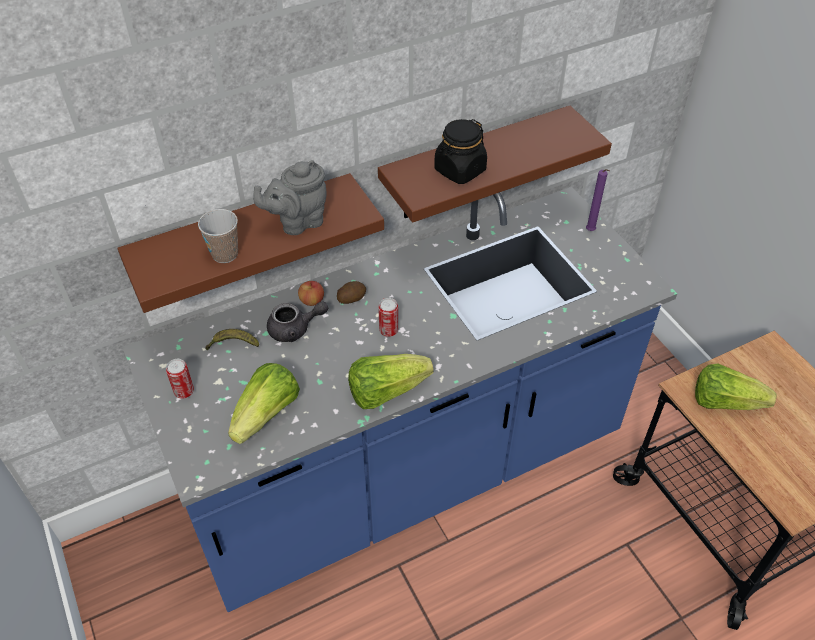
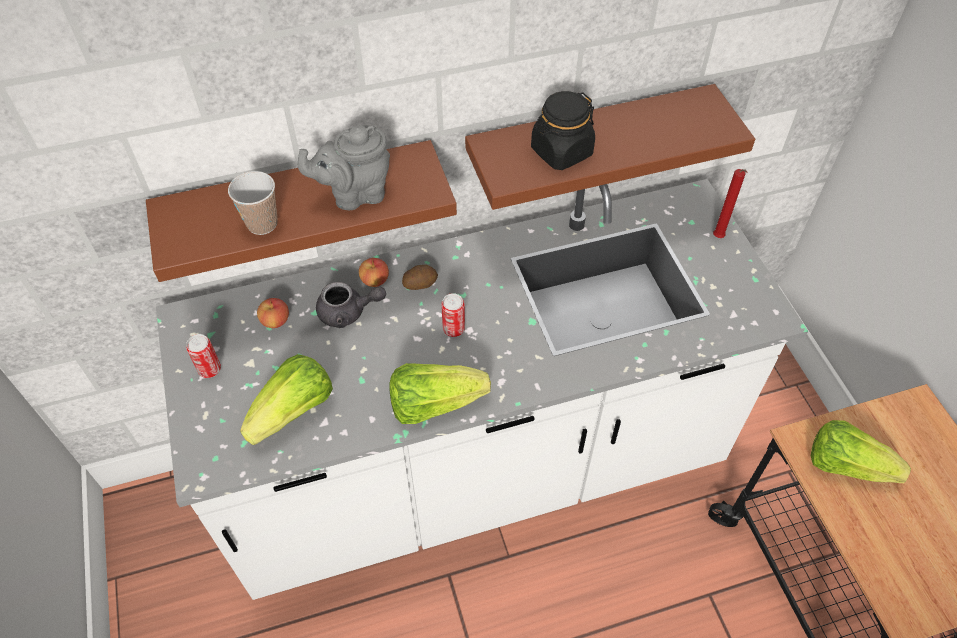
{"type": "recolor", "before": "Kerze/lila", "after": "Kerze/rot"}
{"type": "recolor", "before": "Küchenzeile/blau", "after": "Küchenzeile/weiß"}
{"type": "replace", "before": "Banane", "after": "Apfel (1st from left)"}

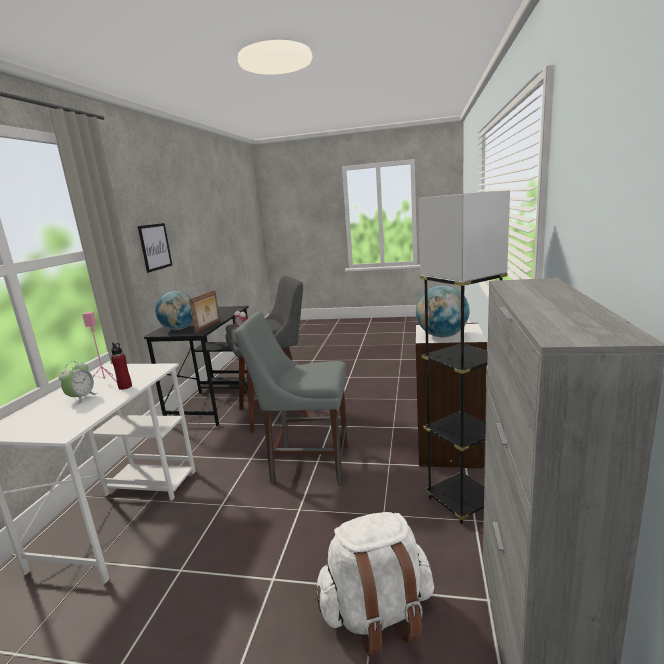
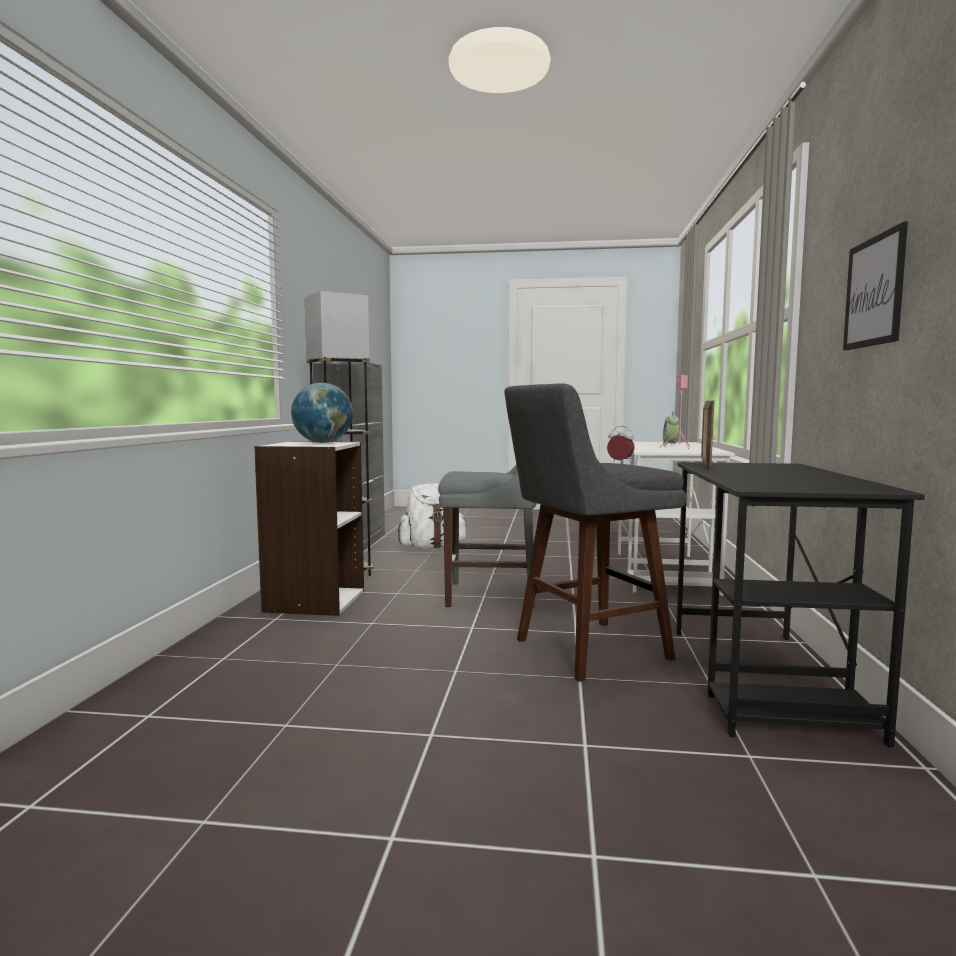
{"type": "delete", "before": "Globus (1st from left)"}
{"type": "delete", "before": "Flasche/rot"}

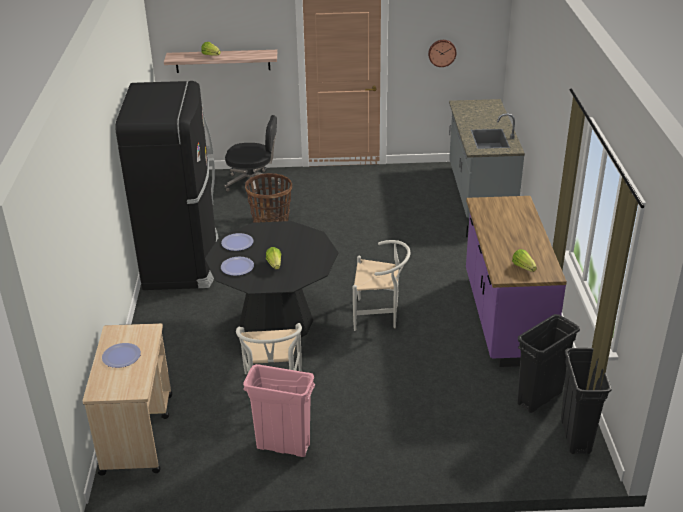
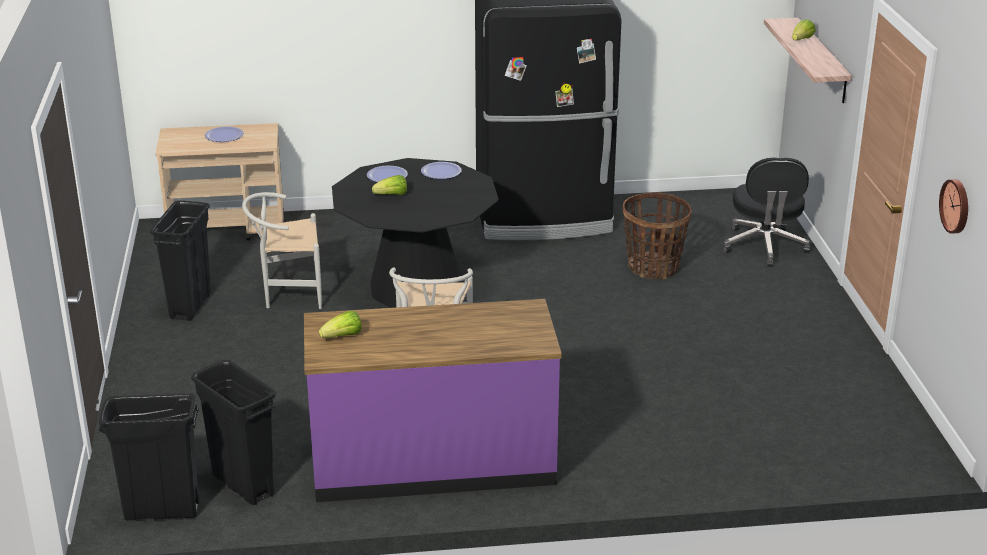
{"type": "delete", "before": "Küchenzeile/grau"}
{"type": "recolor", "before": "Mülleimer/rosa", "after": "Mülleimer/schwarz (2nd from left)"}

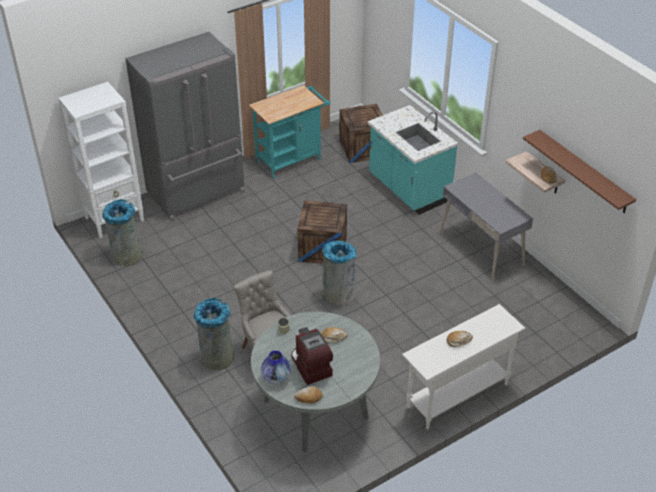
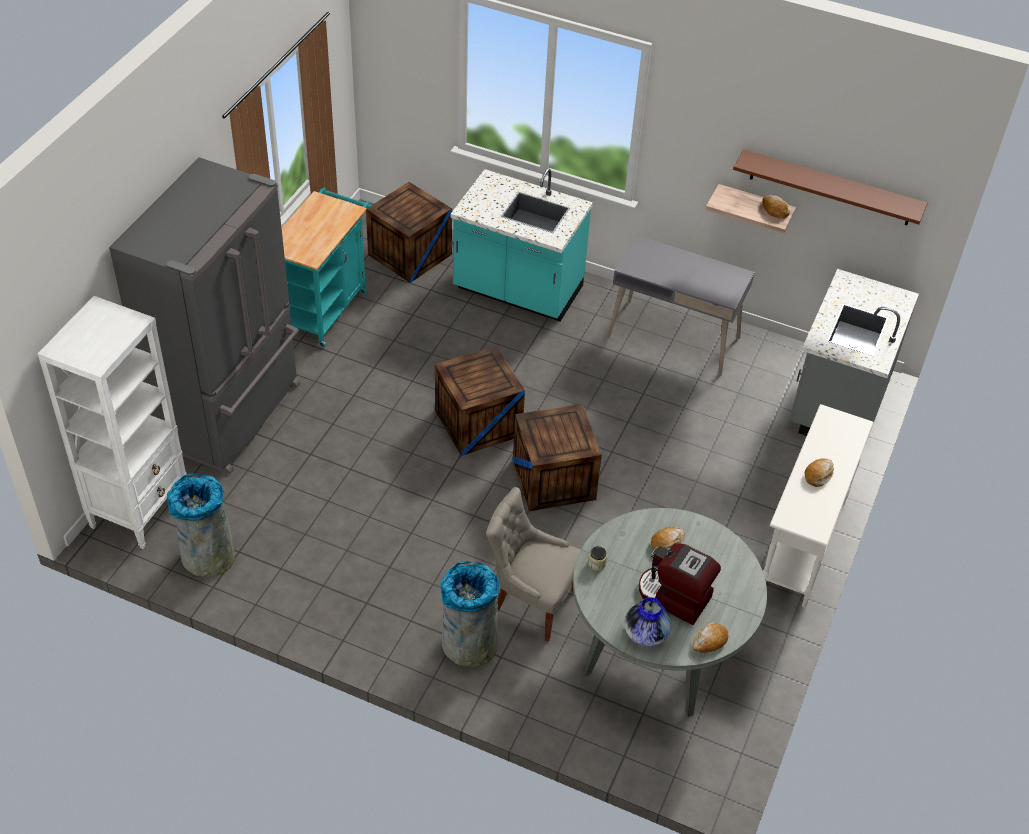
{"type": "replace", "before": "Mülleimer/grau (3rd from left)", "after": "Kiste (3rd from left)"}
{"type": "insert", "after": "Küchenzeile/grau"}

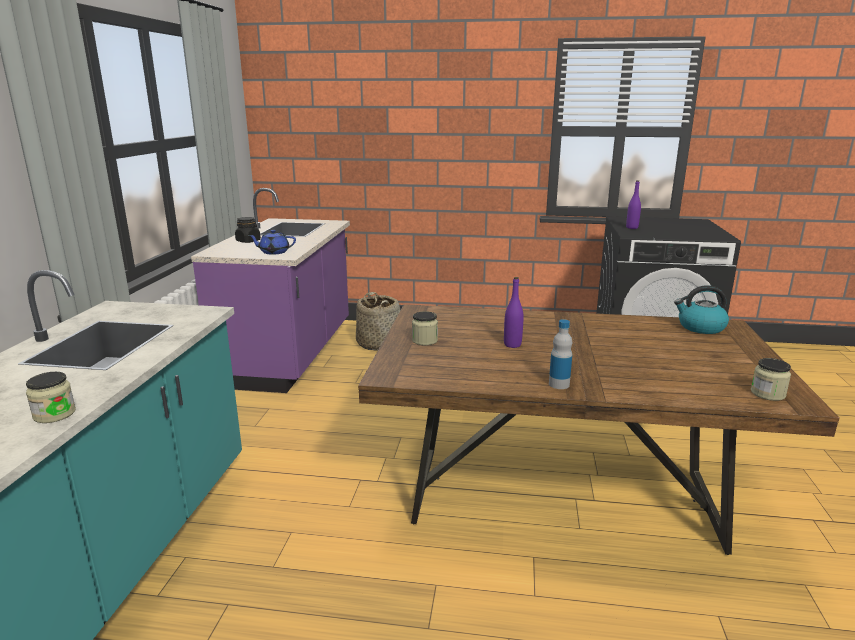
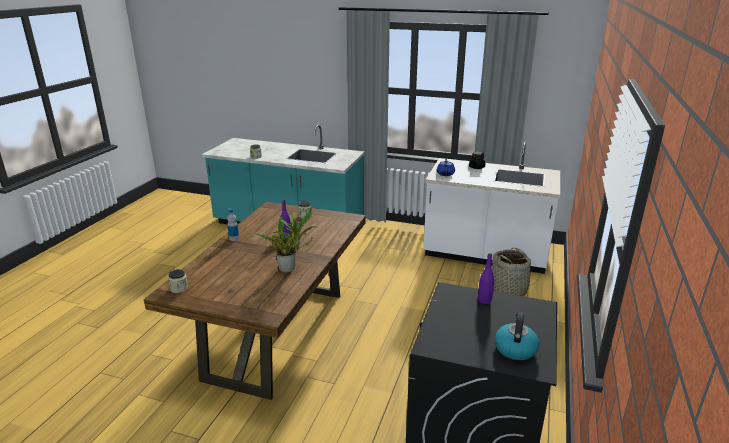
{"type": "recolor", "before": "Küchenzeile/lila", "after": "Küchenzeile/weiß"}
{"type": "move", "before": "Wasserkessel"}
{"type": "insert", "after": "Topfpflanze"}

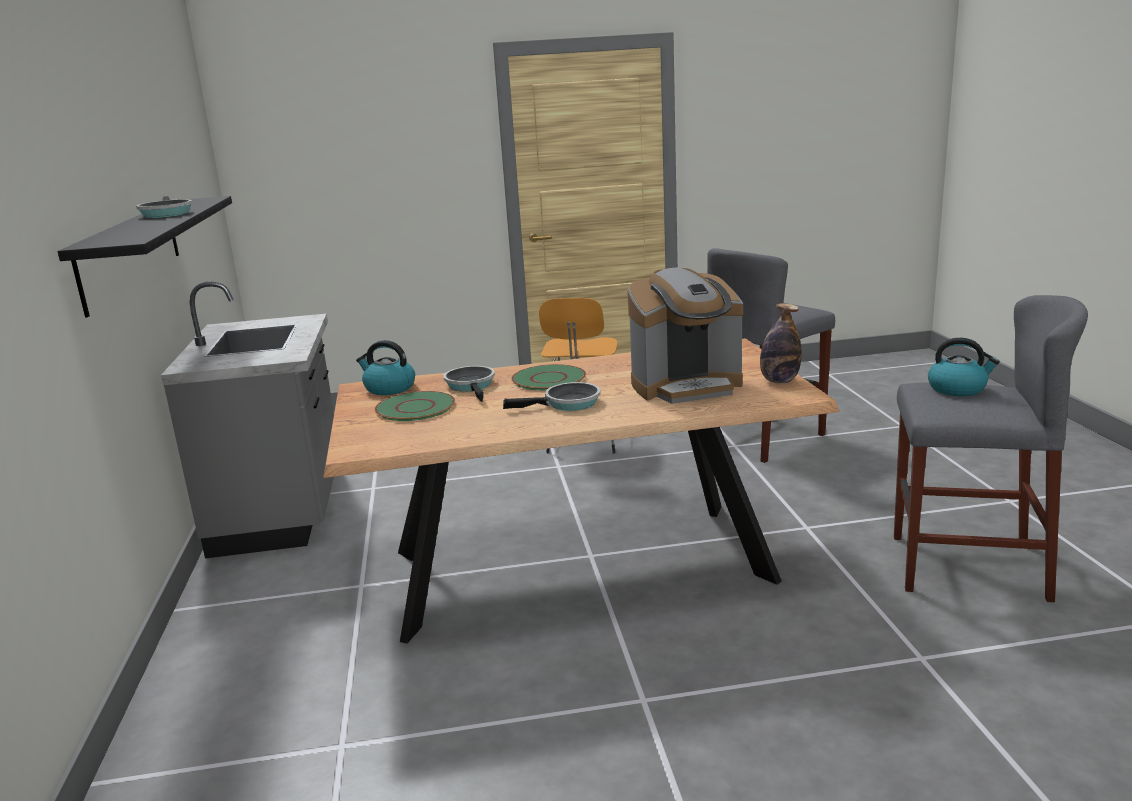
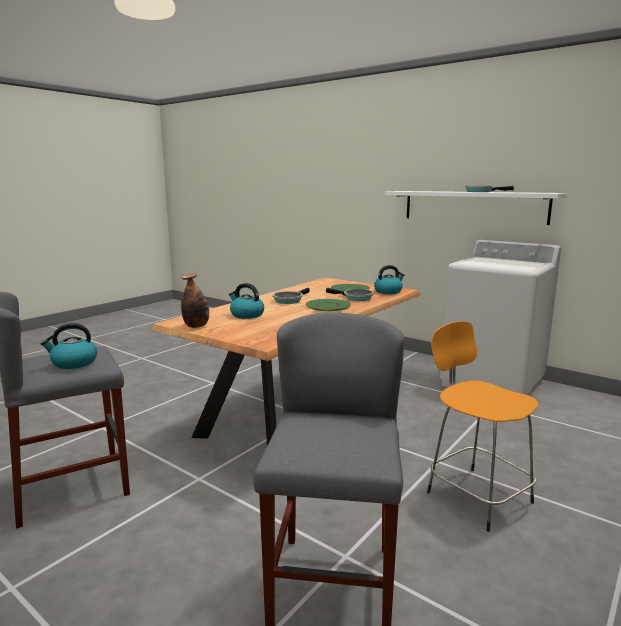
{"type": "recolor", "before": "Wandregal/schwarz", "after": "Wandregal/weiß"}
{"type": "replace", "before": "Kaffeemaschine", "after": "Wasserkessel (2nd from left)"}
{"type": "replace", "before": "Küchenzeile/grau", "after": "Waschmaschine/weiß"}

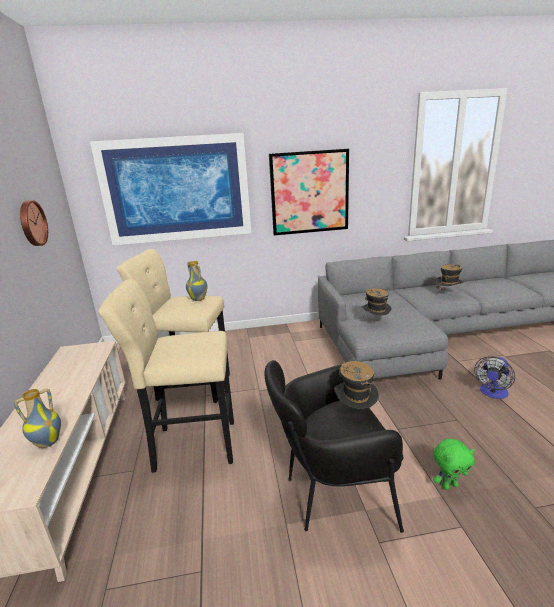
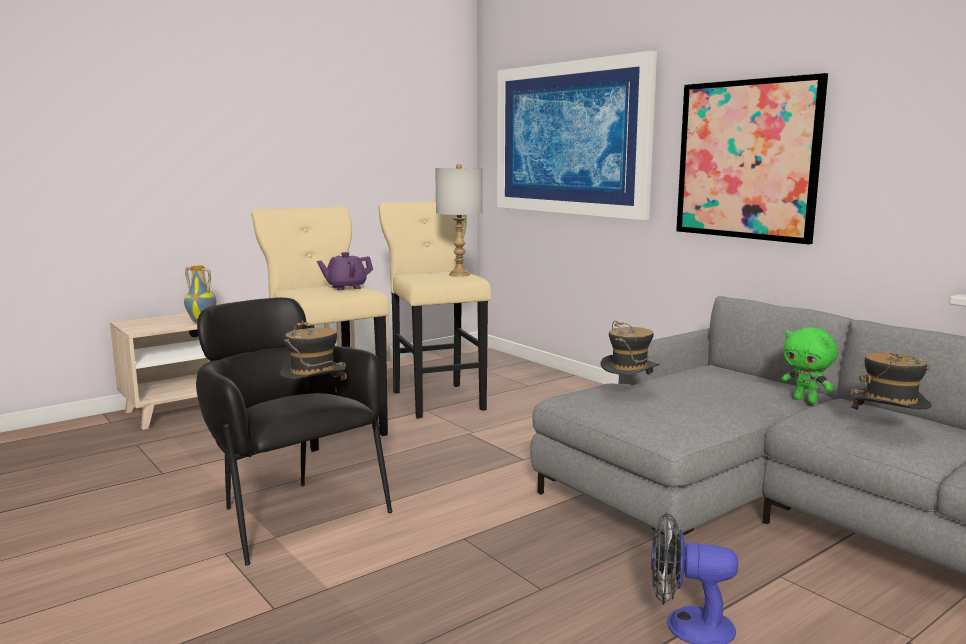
{"type": "delete", "before": "Wanduhr"}
{"type": "replace", "before": "Vase (2nd from left)", "after": "Tischlampe/grau"}
{"type": "move", "before": "Plüschtier/grün"}
{"type": "insert", "after": "Teekanne/lila"}

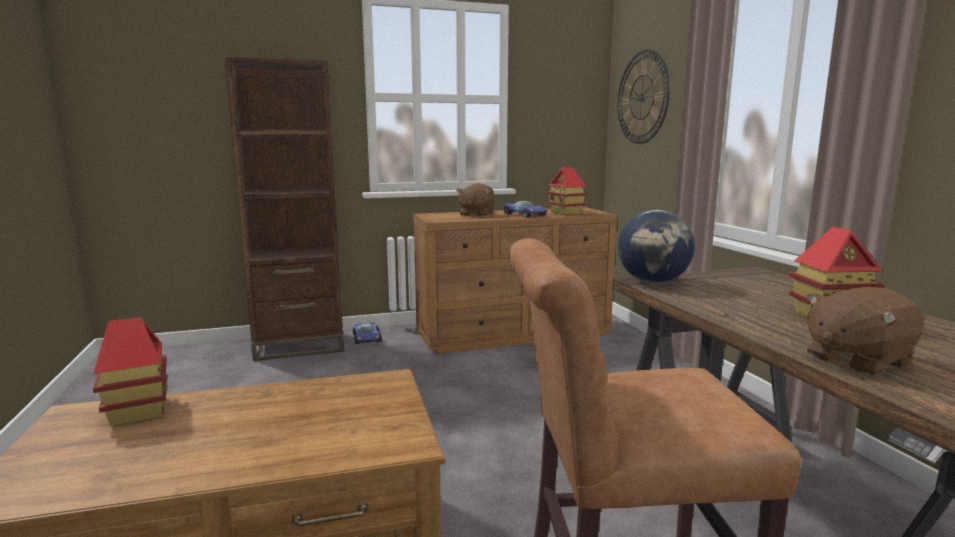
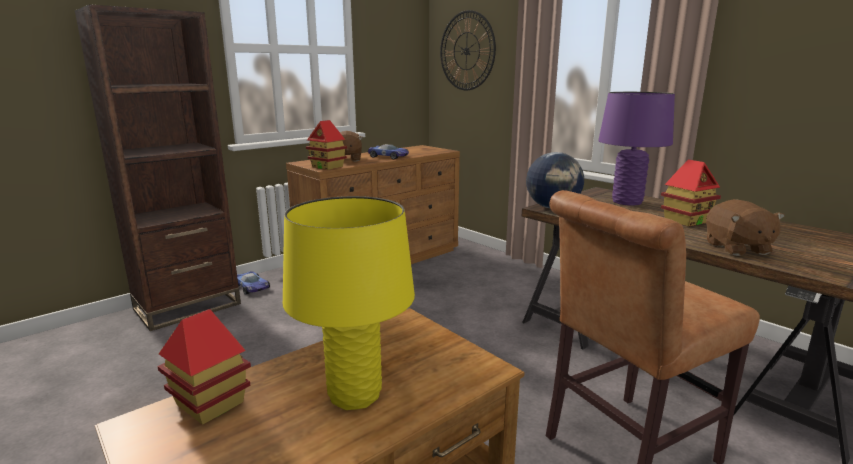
{"type": "move", "before": "Spielzeughaus (2nd from left)"}
{"type": "rotate", "before": "Plüschtier/braun (2nd from left)", "turn": -45}
{"type": "insert", "after": "Tischlampe/lila"}
{"type": "insert", "after": "Tischlampe/gelb"}

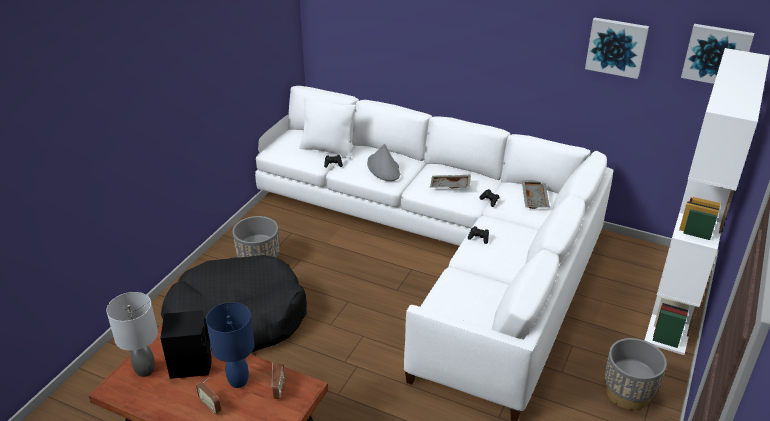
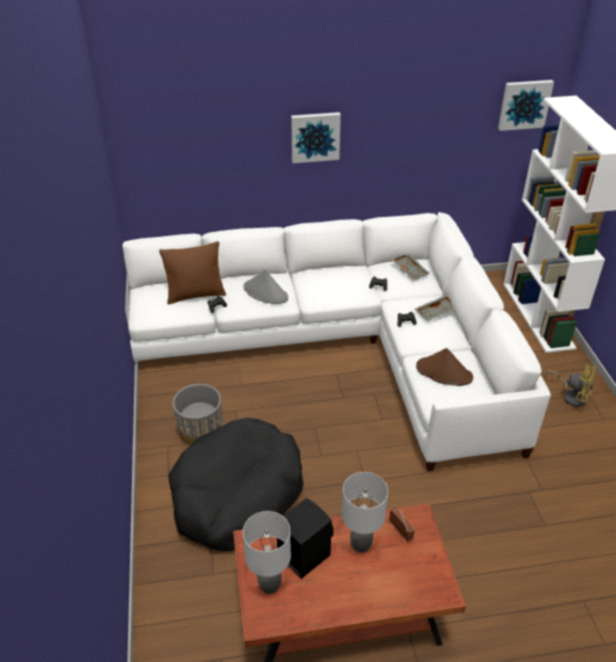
{"type": "move", "before": "Bild (1st from left)"}
{"type": "recolor", "before": "Kissen/weiß", "after": "Kissen/braun"}
{"type": "move", "before": "Tablett/grau (1st from left in the first image)", "after": "Tablett/grau (2nd from left)"}
{"type": "recolor", "before": "Tischlampe/blau", "after": "Tischlampe/grau (2nd from left)"}
{"type": "replace", "before": "Pflanzkübel/grau (2nd from left)", "after": "Ventilator/gelb"}
{"type": "delete", "before": "Radio (1st from left)"}
{"type": "insert", "after": "Hut/braun"}

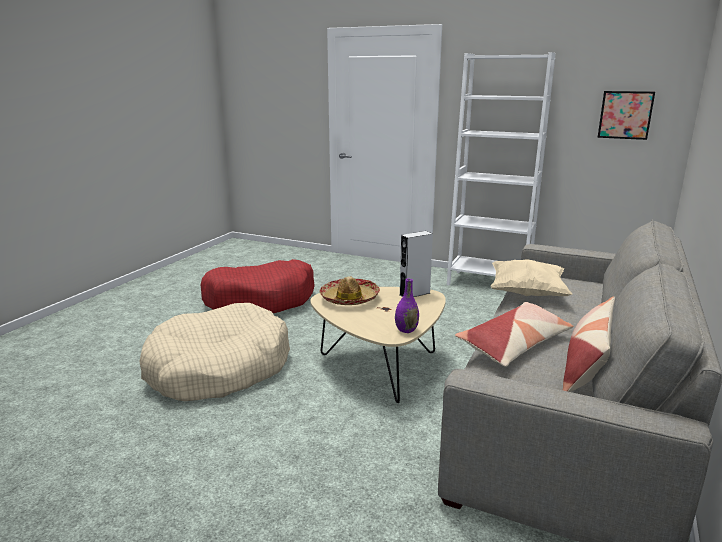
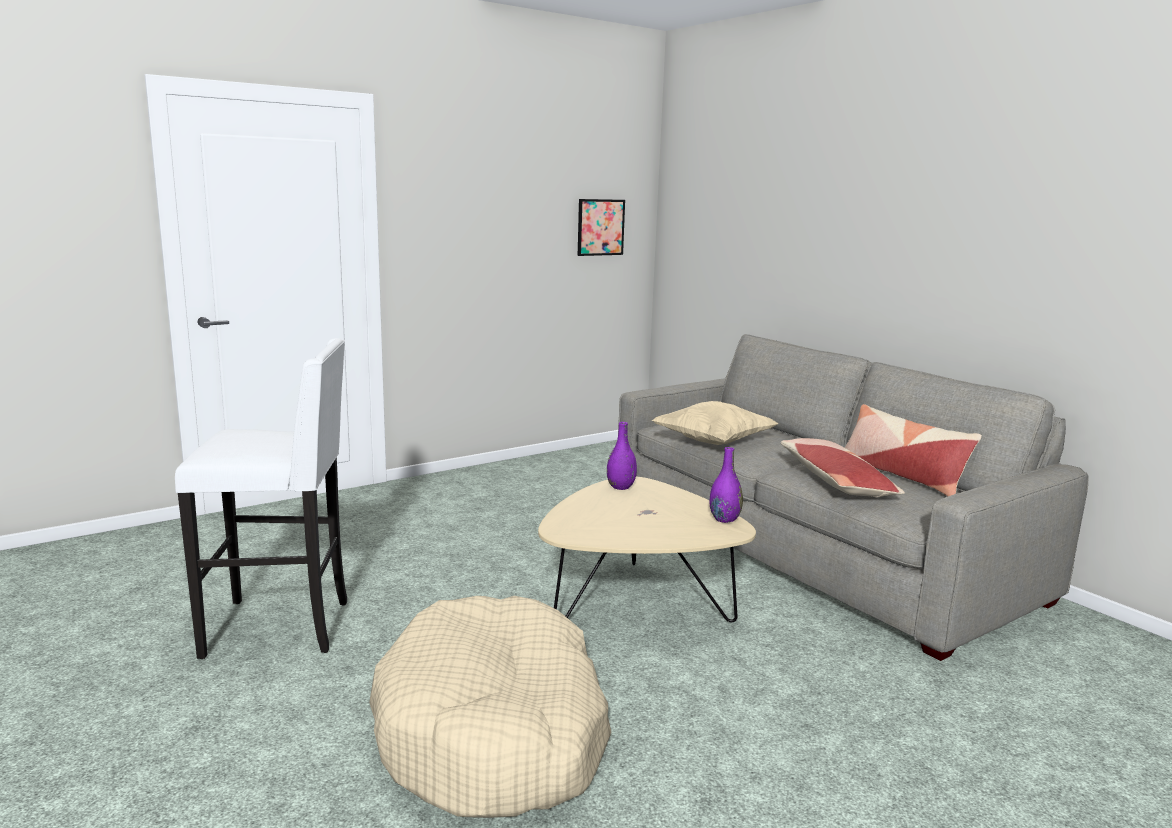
{"type": "delete", "before": "Bücherregal/weiß"}
{"type": "replace", "before": "Lautsprecher/grau", "after": "Vase/lila (1st from left)"}
{"type": "replace", "before": "Hundebett/rot", "after": "Hocker/weiß"}
{"type": "delete", "before": "Hut"}

